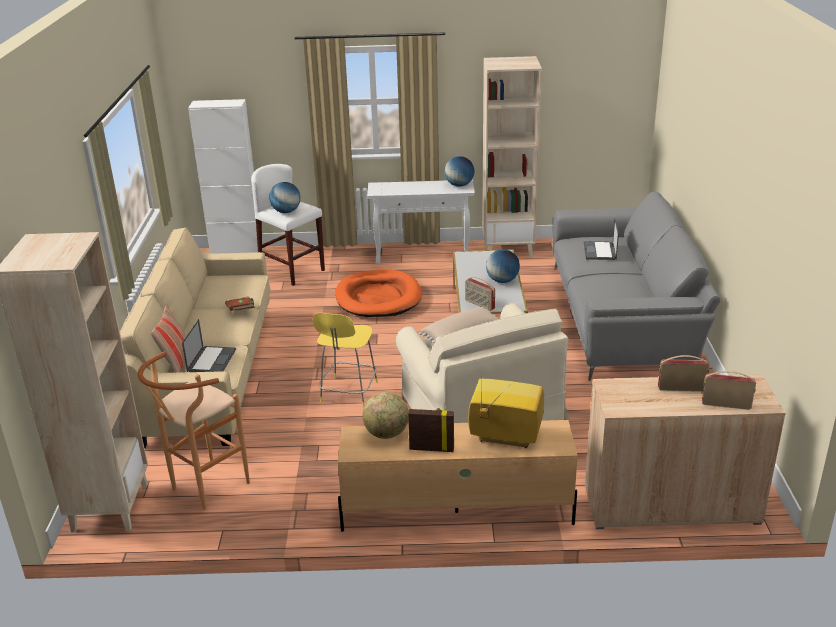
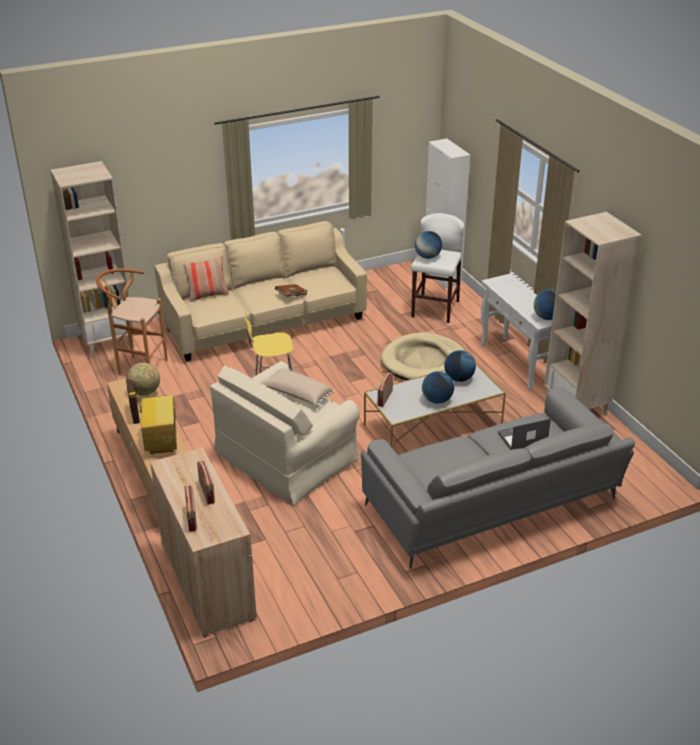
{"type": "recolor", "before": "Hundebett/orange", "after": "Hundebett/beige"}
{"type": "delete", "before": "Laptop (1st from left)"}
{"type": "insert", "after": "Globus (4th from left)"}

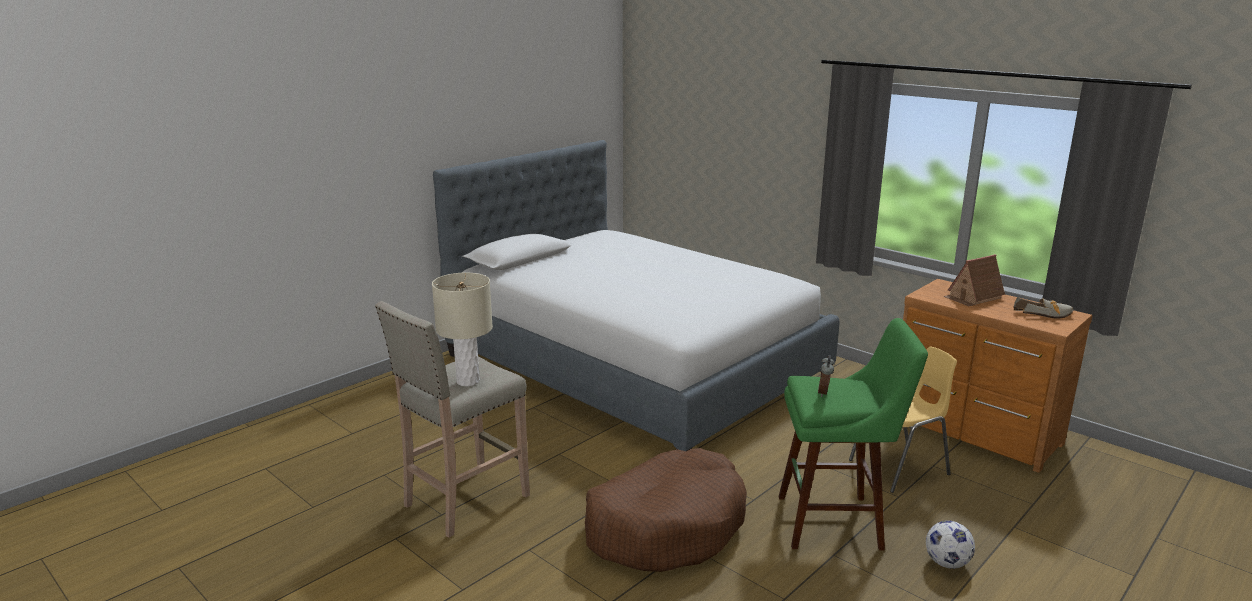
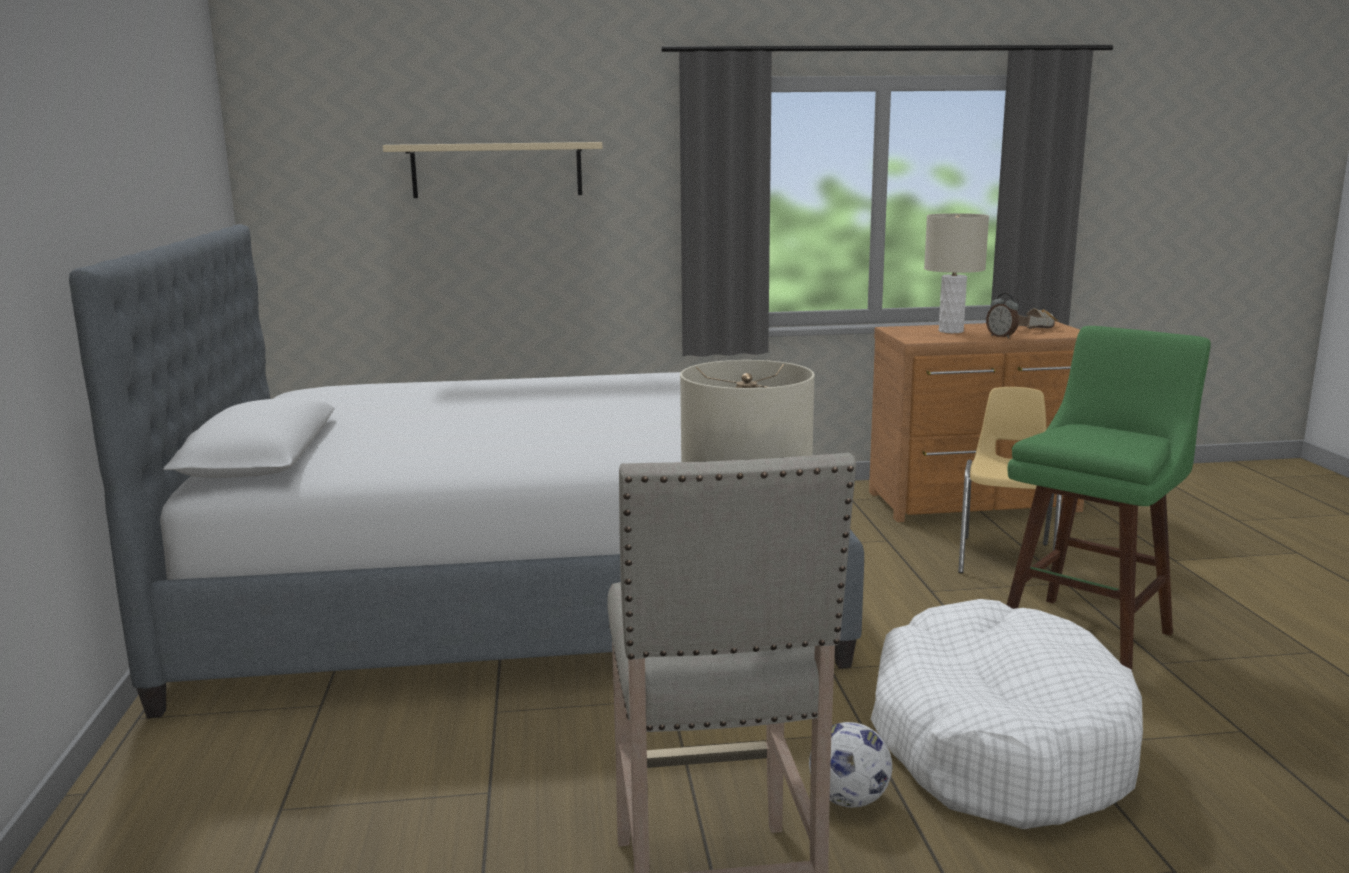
{"type": "replace", "before": "Spielzeughaus", "after": "Tischlampe/beige (2nd from left)"}
{"type": "move", "before": "Wecker"}
{"type": "recolor", "before": "Hundebett/braun", "after": "Hundebett/weiß"}
{"type": "move", "before": "Fußball"}
{"type": "insert", "after": "Wandregal/beige"}

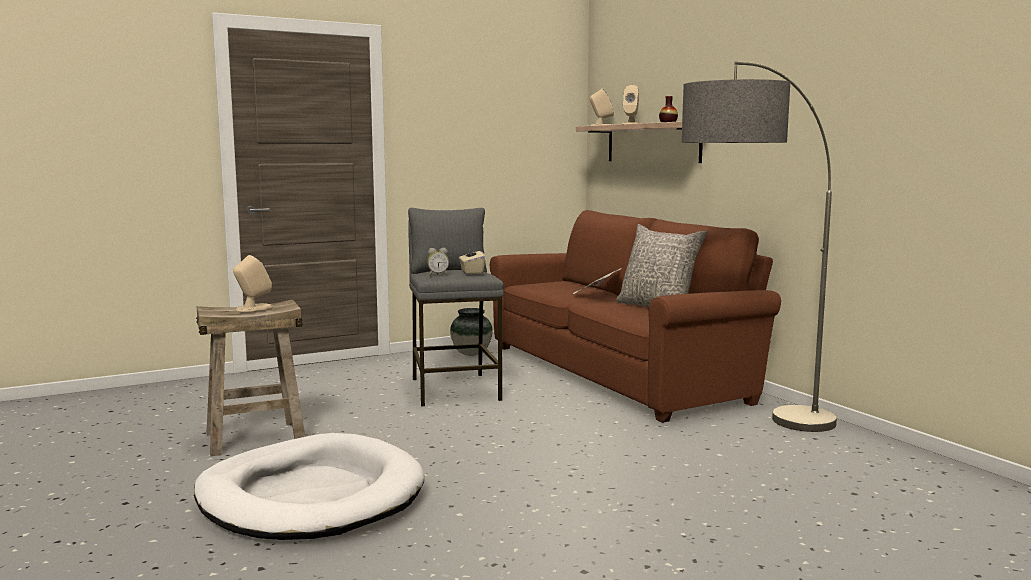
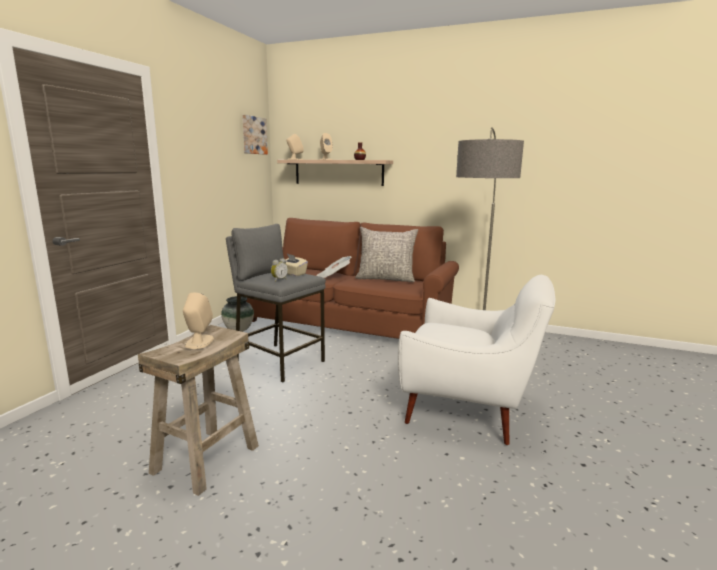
{"type": "delete", "before": "Hundebett/weiß"}
{"type": "insert", "after": "Bild"}
{"type": "insert", "after": "Sessel/weiß"}

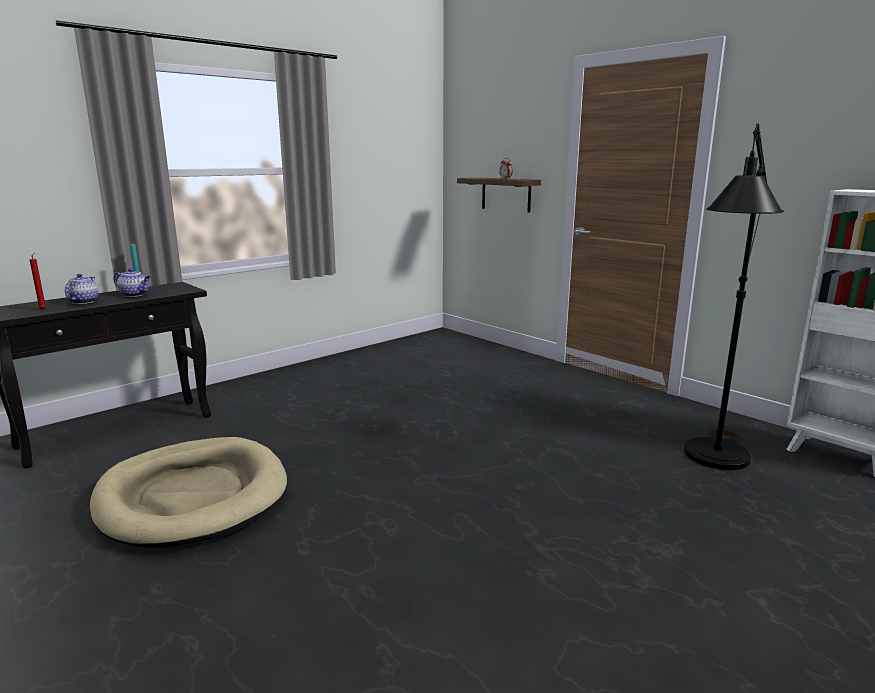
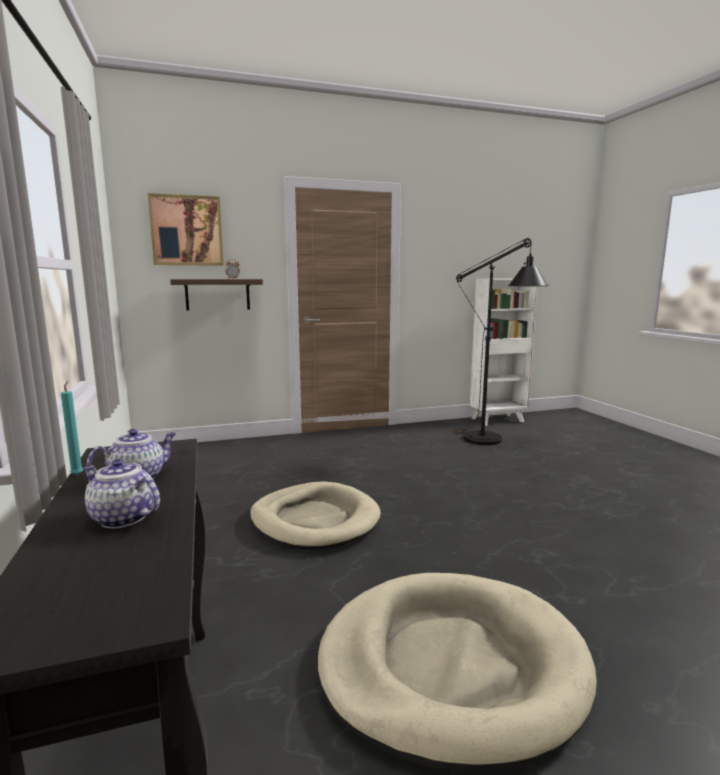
{"type": "delete", "before": "Kerze/rot"}
{"type": "insert", "after": "Bild"}
{"type": "insert", "after": "Hundebett/beige (1st from left)"}

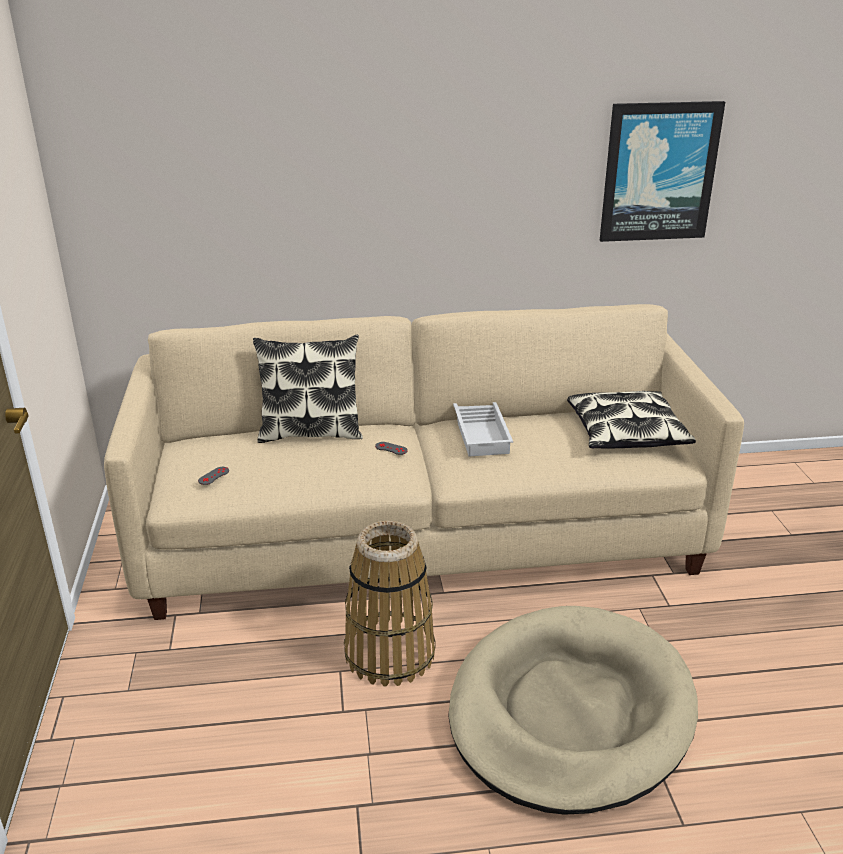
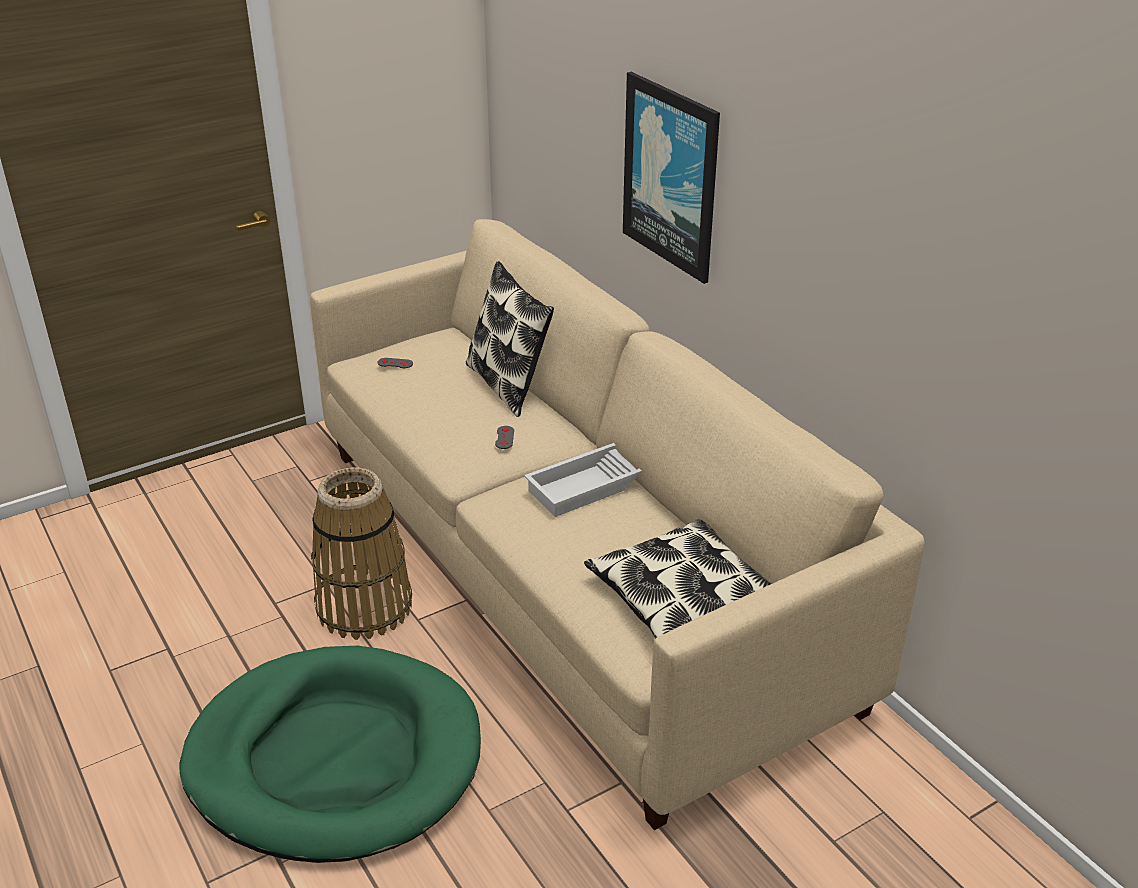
{"type": "move", "before": "Bild"}
{"type": "recolor", "before": "Hundebett/beige", "after": "Hundebett/grün"}

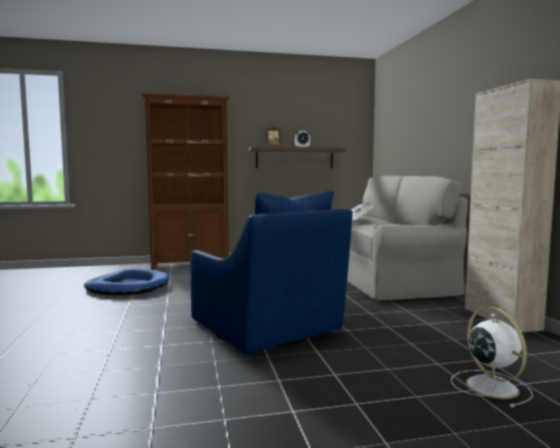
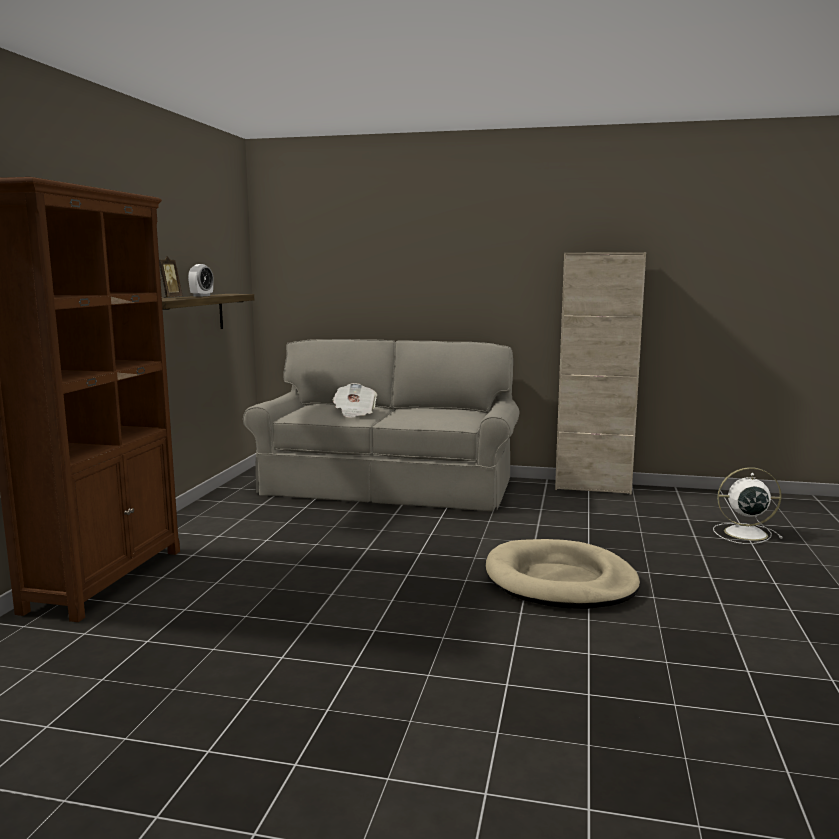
{"type": "replace", "before": "Sessel/blau", "after": "Hundebett/beige"}
{"type": "delete", "before": "Hundebett/blau"}

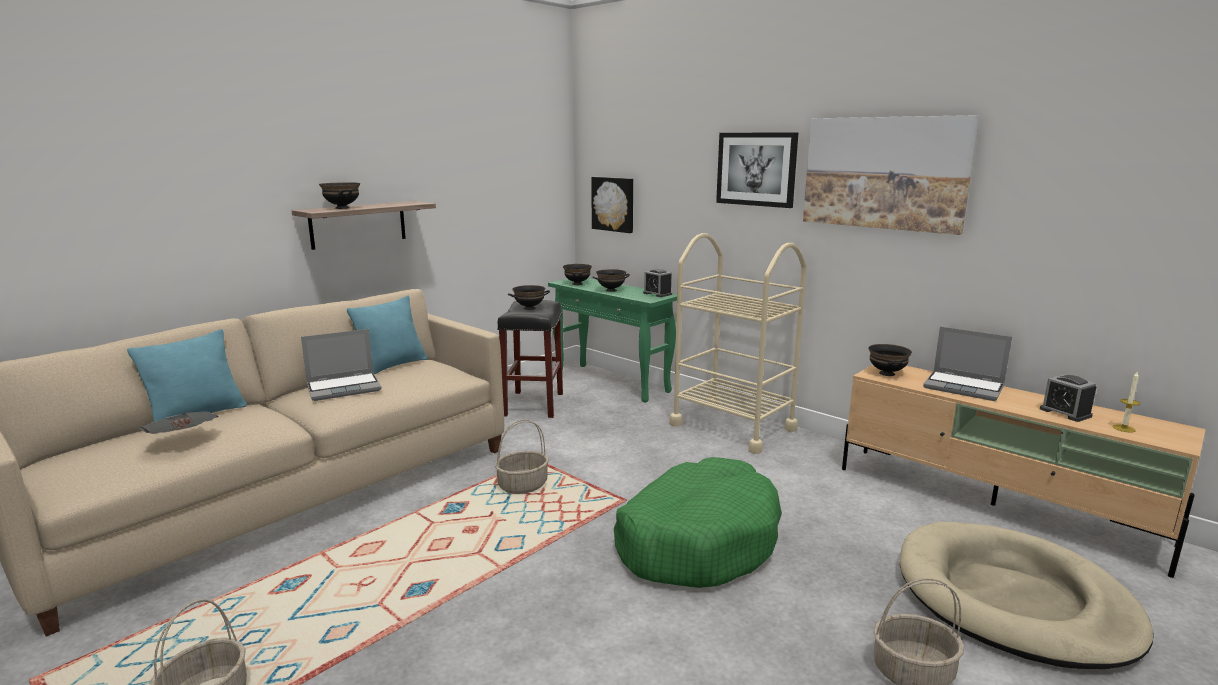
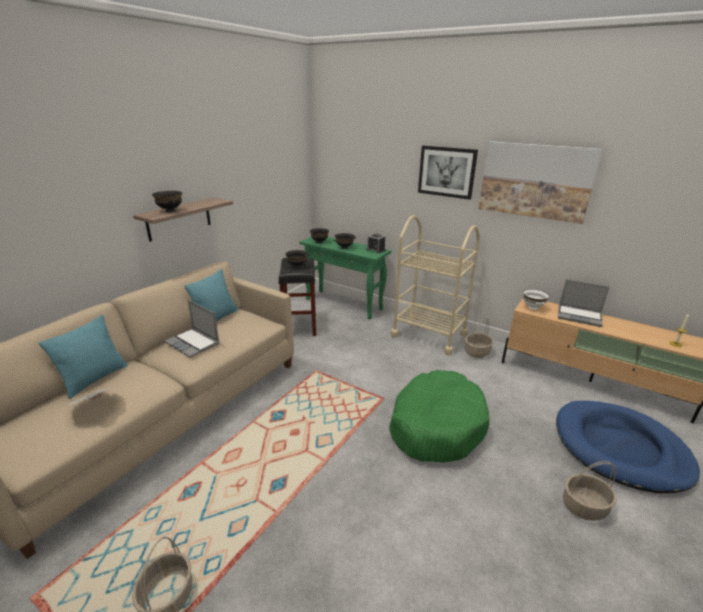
{"type": "delete", "before": "Bild (1st from left)"}
{"type": "rotate", "before": "Laptop (1st from left)", "turn": 75}
{"type": "recolor", "before": "Schüssel/schwarz (5th from left)", "after": "Schüssel/weiß"}
{"type": "delete", "before": "Wecker (2nd from left)"}
{"type": "move", "before": "Korb (2nd from left)"}
{"type": "recolor", "before": "Hundebett/beige", "after": "Hundebett/blau"}

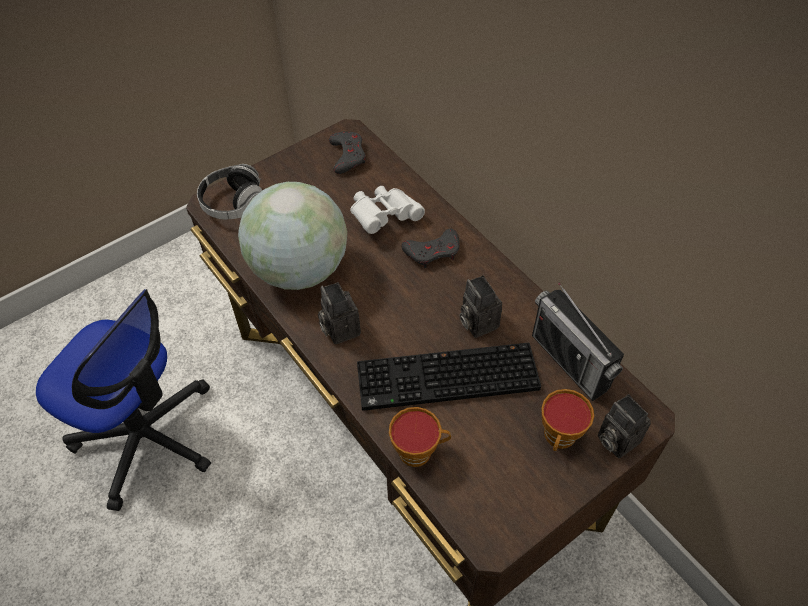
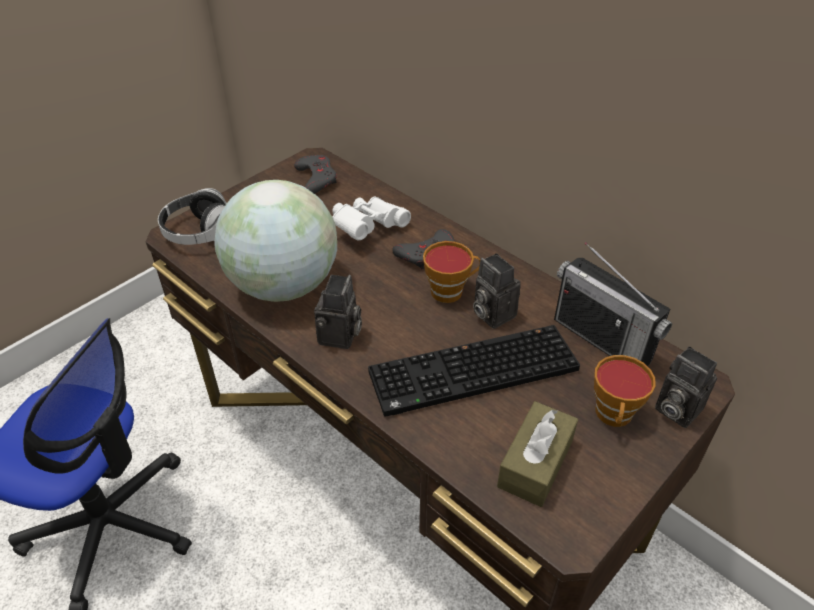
{"type": "rotate", "before": "Kamera (1st from left)", "turn": -135}
{"type": "move", "before": "Tasse (1st from left)"}
{"type": "insert", "after": "Taschentuchbox/braun"}

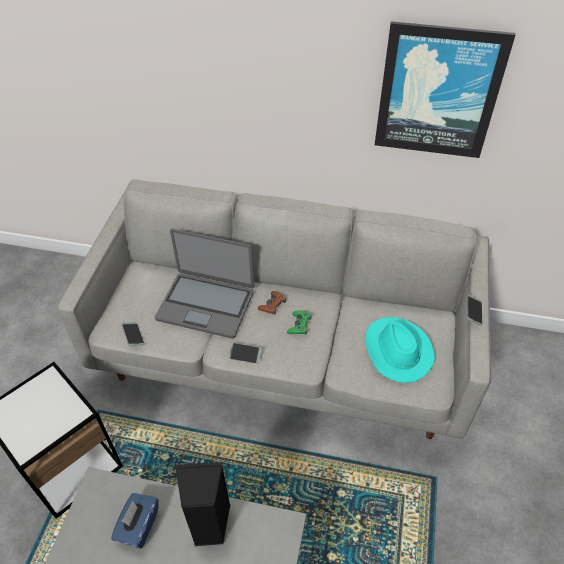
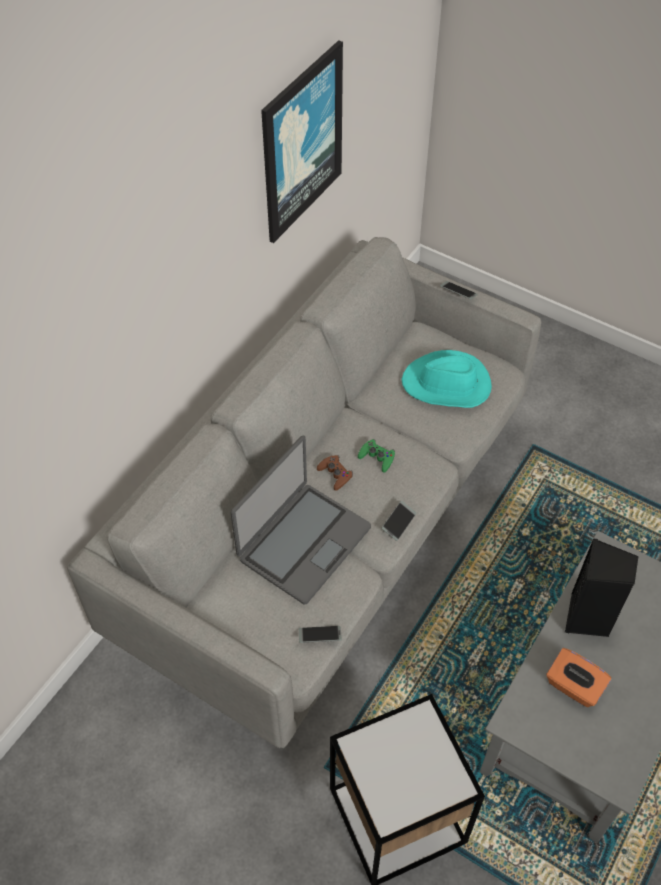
{"type": "recolor", "before": "Taschentuchbox/blau", "after": "Taschentuchbox/orange"}

